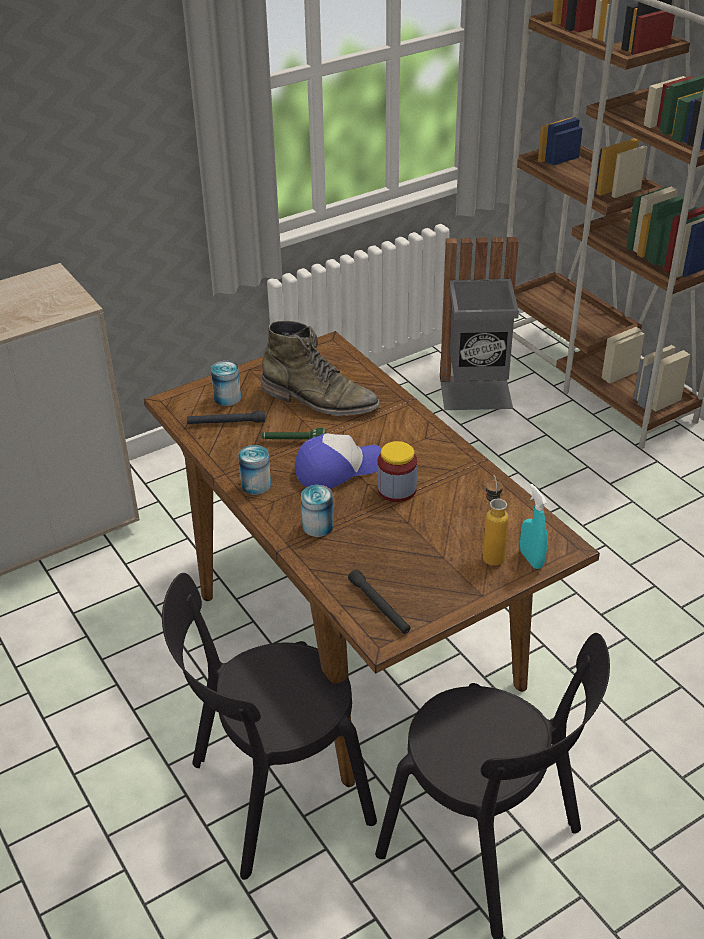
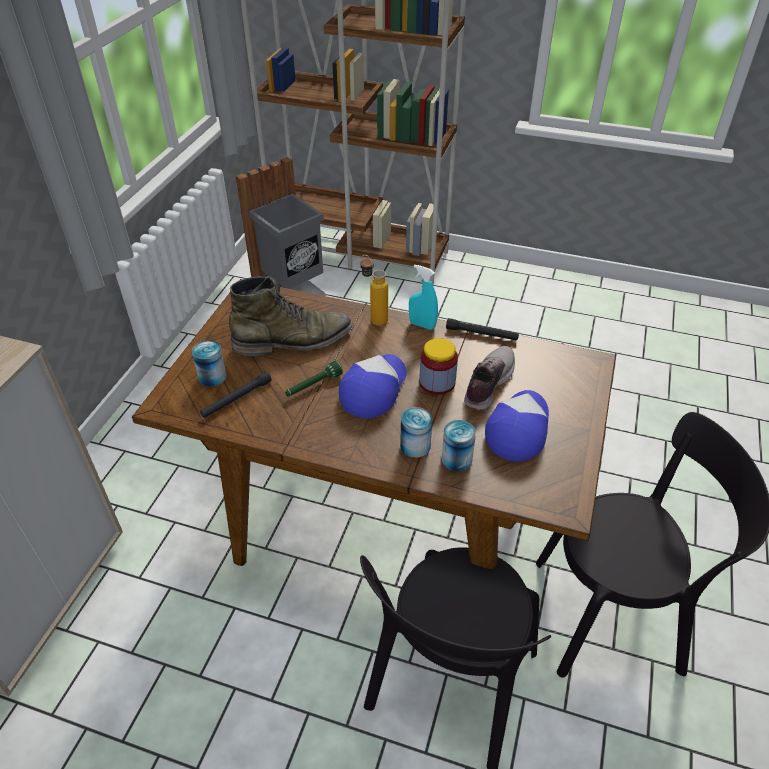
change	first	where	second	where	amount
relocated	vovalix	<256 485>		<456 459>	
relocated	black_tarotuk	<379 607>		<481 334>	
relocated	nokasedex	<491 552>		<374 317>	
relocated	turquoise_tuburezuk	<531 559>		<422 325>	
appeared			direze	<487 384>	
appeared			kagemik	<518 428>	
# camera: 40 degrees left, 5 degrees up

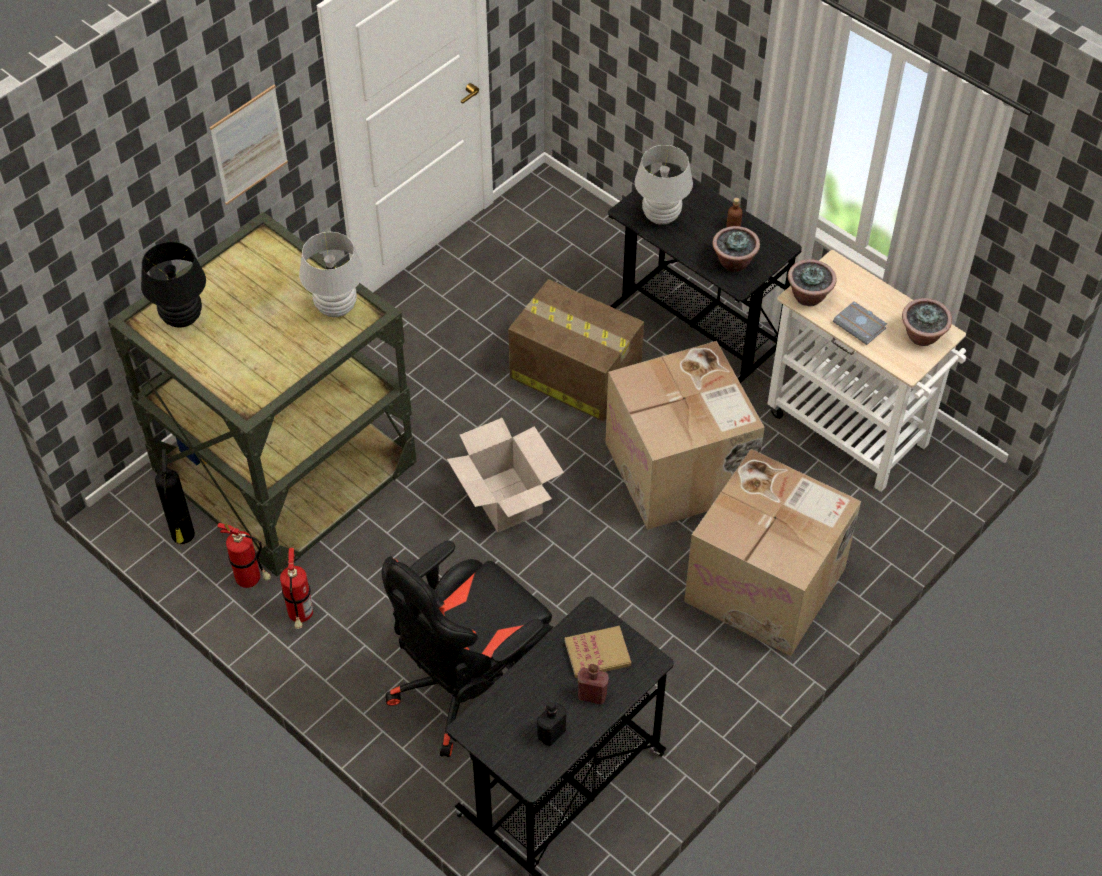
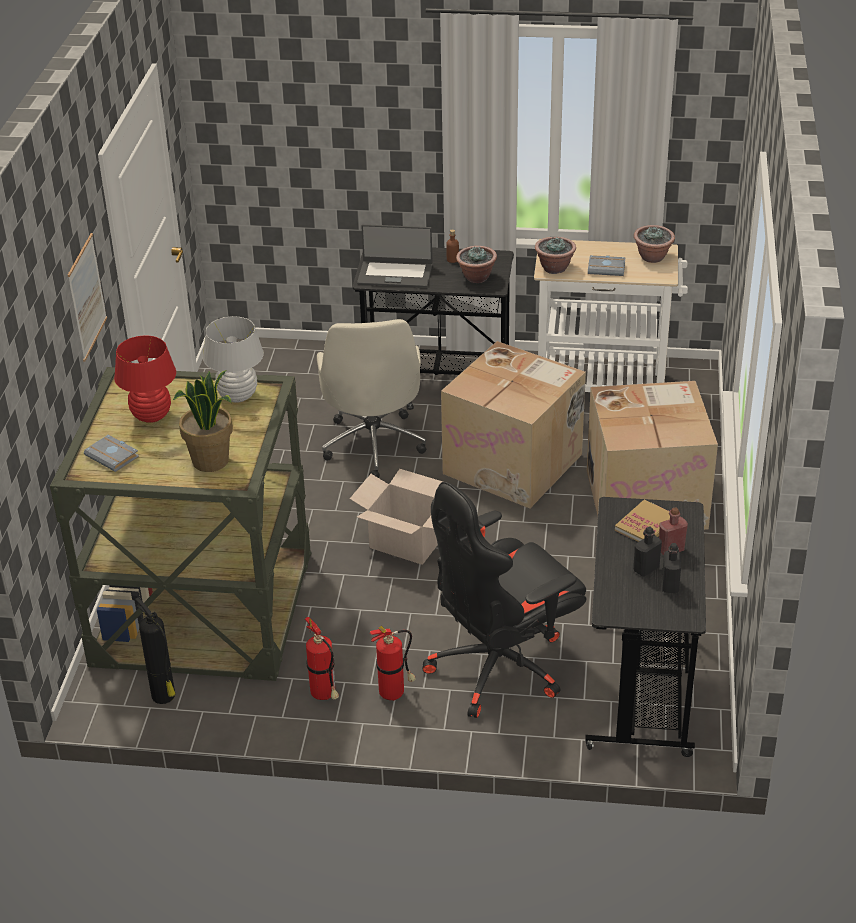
change	first	where	second	where	amount
exchanged	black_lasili	<182 318>	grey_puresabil	<114 456>	
relocated	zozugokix	<251 580>		<394 693>	
spun	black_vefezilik	<473 682>		<506 663>	45 degrees clockwise
exchanged	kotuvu	<573 373>	beige_vefezilik	<373 445>	
exchanged	white_lasili	<661 216>	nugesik	<395 274>	
appeared			red_lasili	<152 416>	
appeared			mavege	<211 461>	
appeared			black_nokasedex	<646 569>	
# camera: 35 degrees left, 15 degrees down

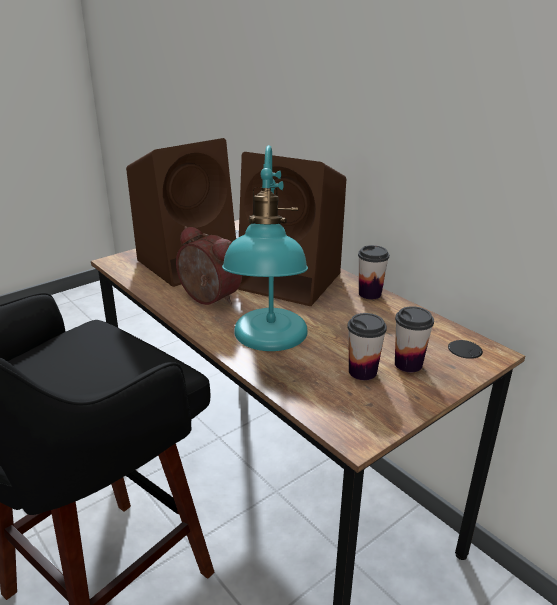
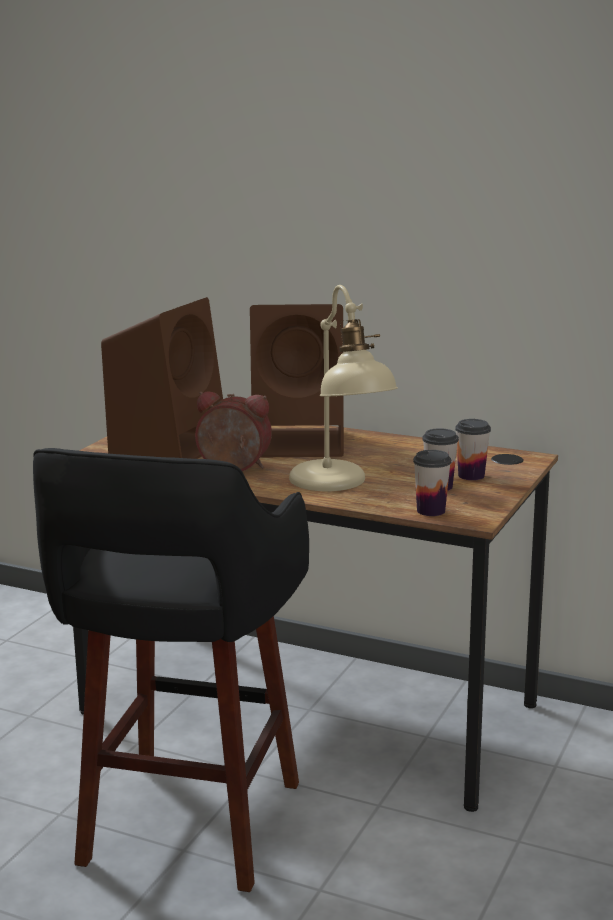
change	first	where	second	where	amount
colour	turquoise_lasili	<269 349>	beige_lasili	<342 489>	
relocated	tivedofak	<370 294>		<431 511>	
# camera: 25 degrees left, 10 degrees down

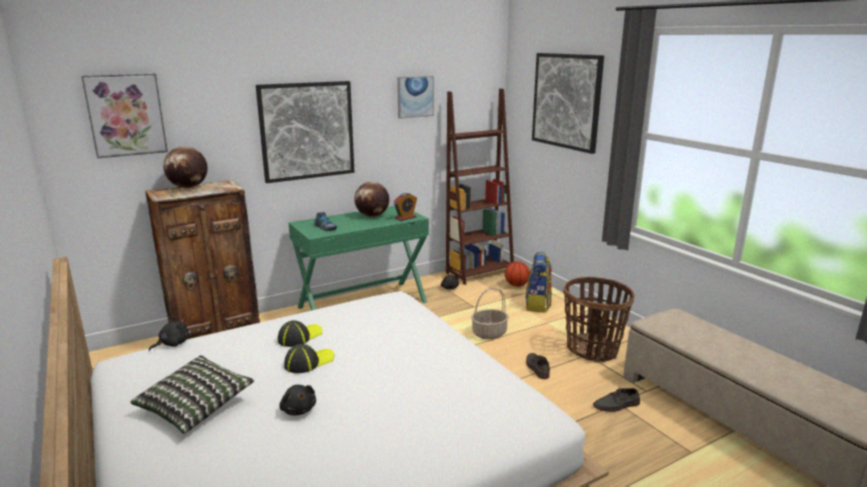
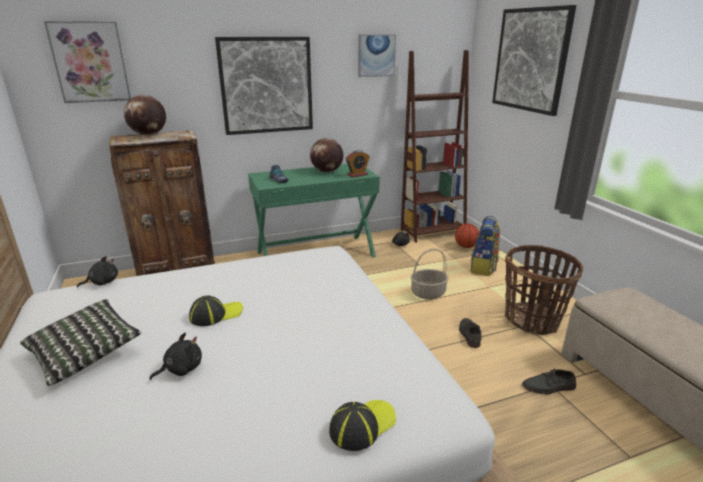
change	first	where	second	where	amount
relocated	kagemik	<299 336>		<362 425>	
spun	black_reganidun	<298 409>		<181 369>	105 degrees counterclockwise
# camera: 10 degrees right, 5 degrees up

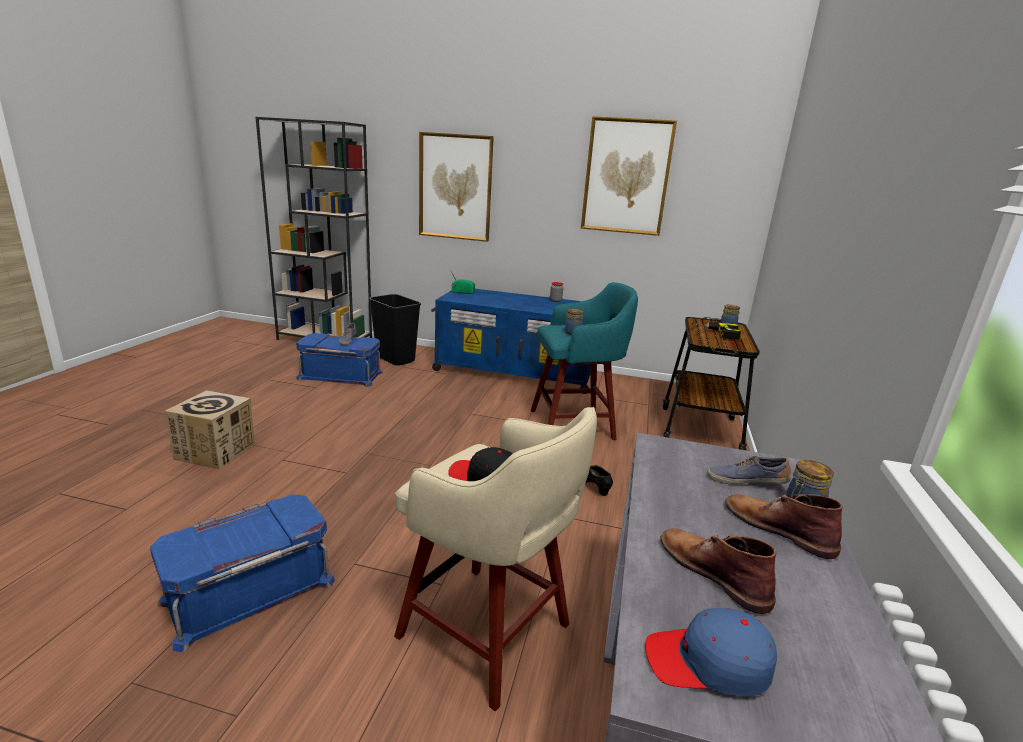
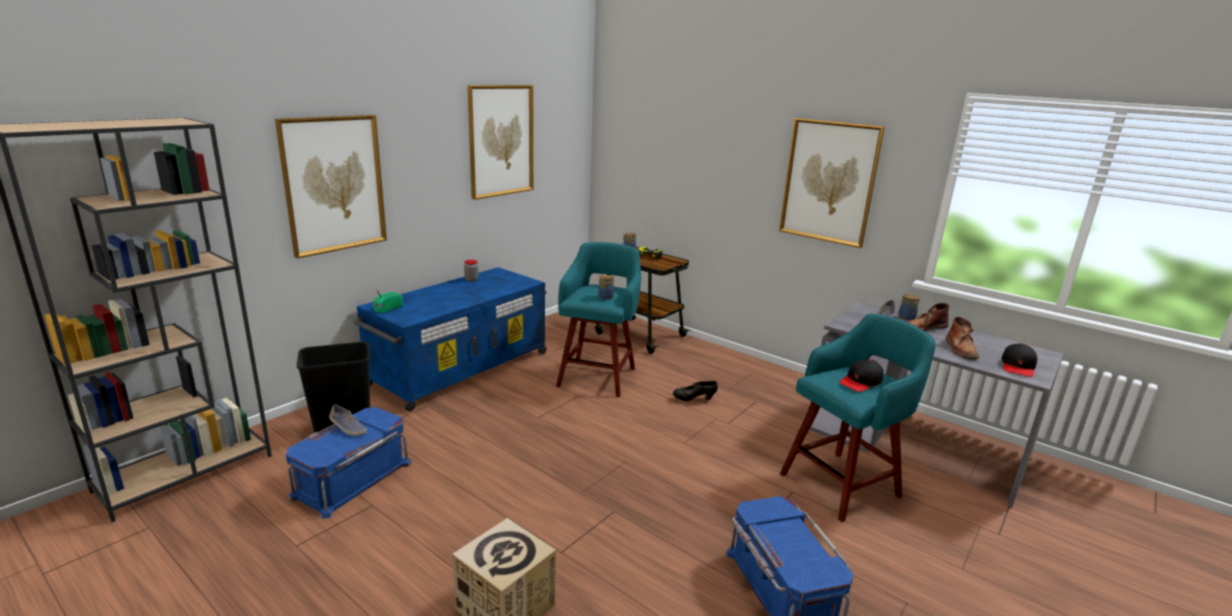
change	first	where	second	where	amount
colour	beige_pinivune	<488 634>	turquoise_pinivune	<842 484>	
colour	blue_kagemik	<708 663>	black_kagemik	<1018 367>	
spun	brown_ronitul	<712 571>		<960 349>	75 degrees counterclockwise
appeared			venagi	<829 182>	
# camera: 65 degrees left, 0 degrees up

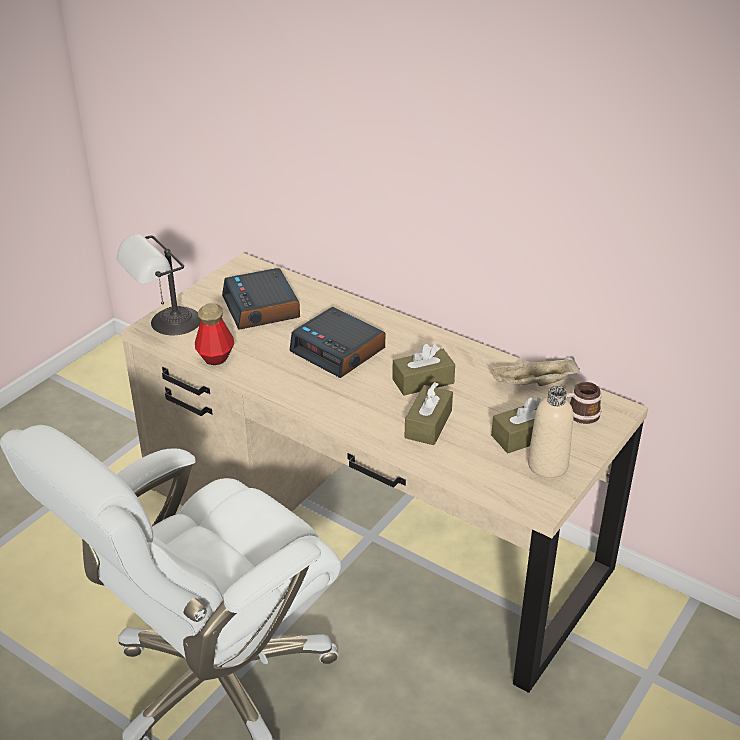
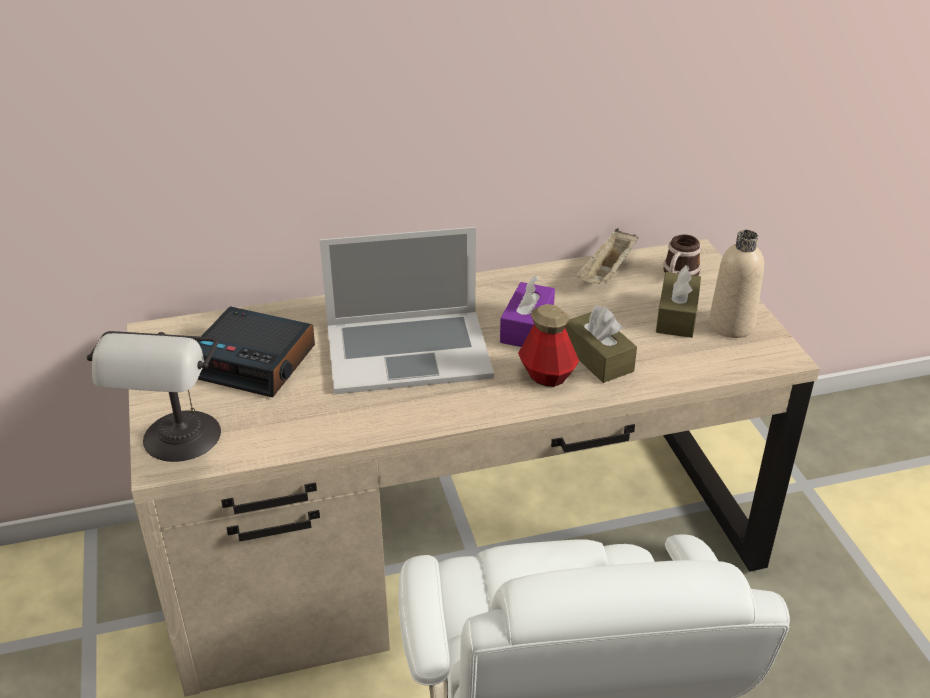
change	first	where	second	where	amount
relocated	nokasedex	<215 357>		<547 375>	
exchanged	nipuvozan	<339 350>	nugesik	<408 350>	
colour	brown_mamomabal	<423 381>	purple_mamomabal	<527 327>	
# camera: 50 degrees left, 0 degrees up

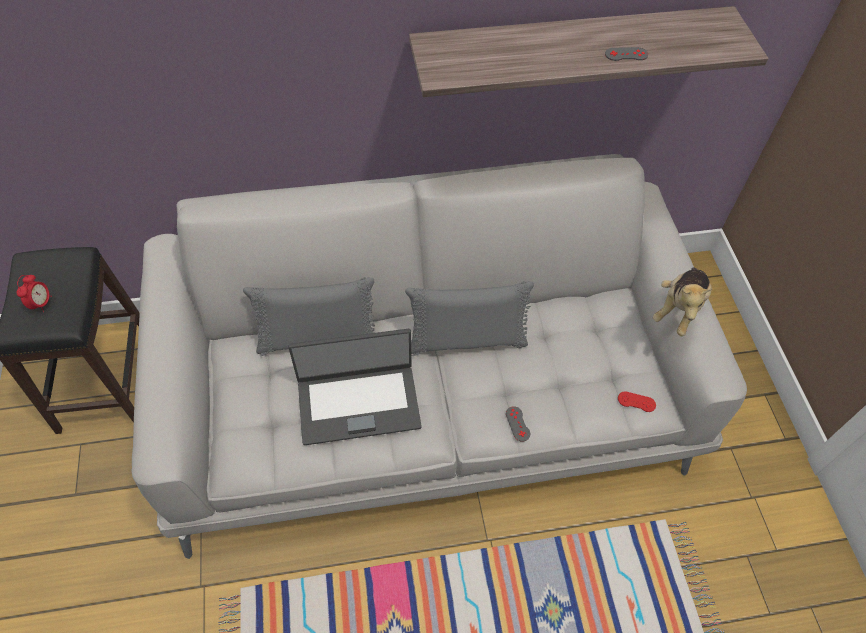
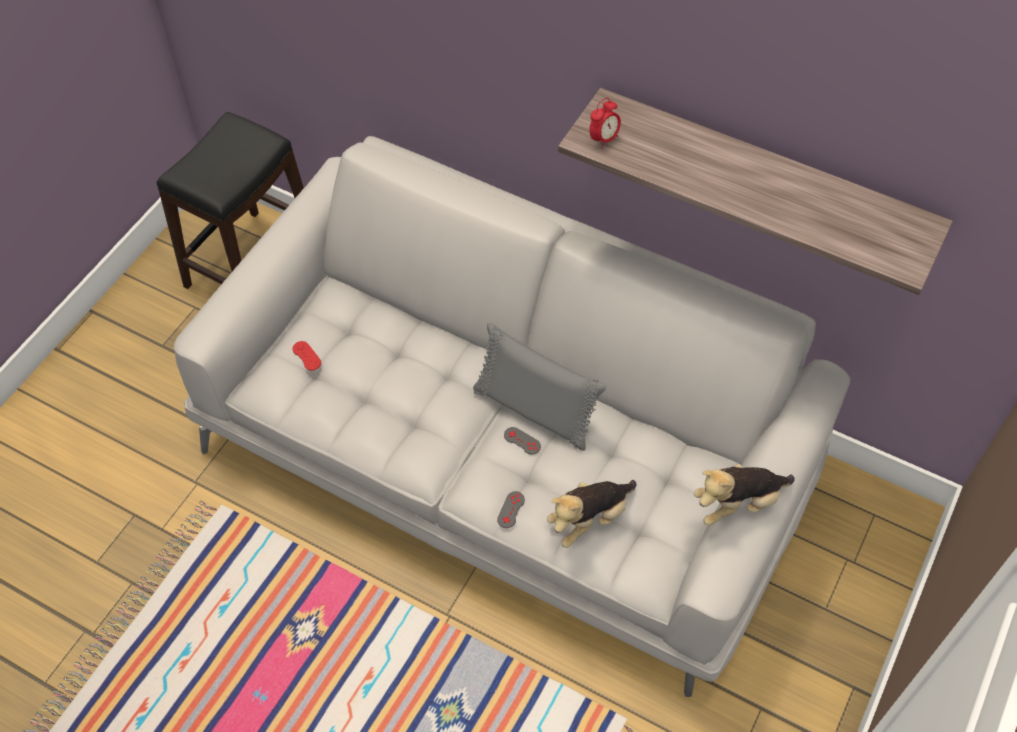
change	first	where	second	where	amount
relocated	nipuvozan	<41 303>		<603 139>	
missing	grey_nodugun	<317 337>			
missing	nugesik	<358 403>			
relocated	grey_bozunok	<626 54>		<522 441>	
relocated	red_bozunok	<636 402>		<306 356>	
appeared			reganidun	<589 519>	
# camera: 40 degrees right, 0 degrees up

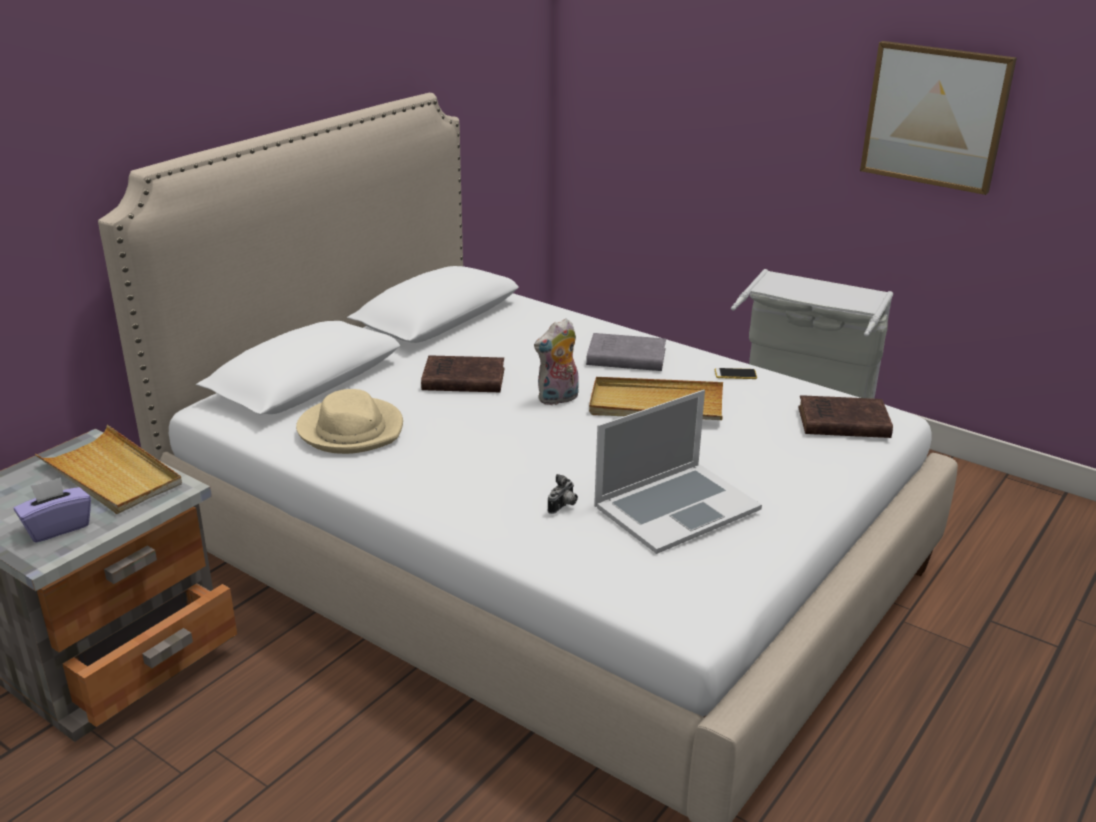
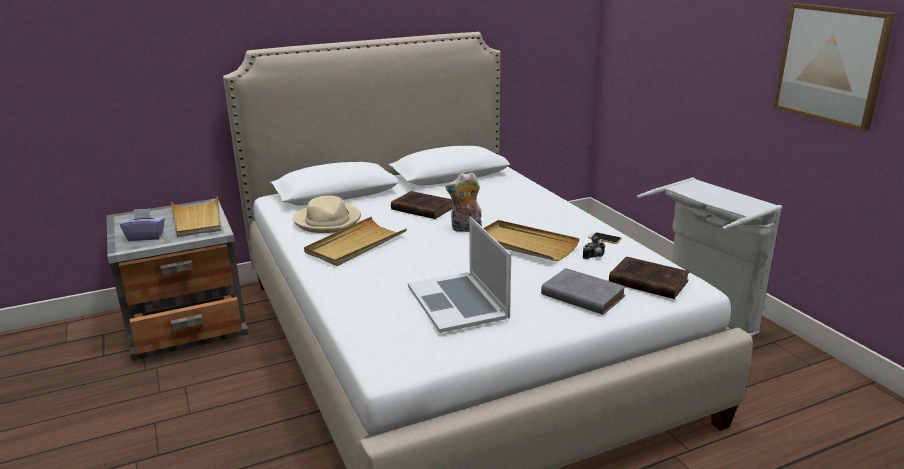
change	first	where	second	where	amount
relocated	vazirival	<563 506>		<595 257>	
relocated	grey_puresabil	<624 357>		<581 295>	
spun	nugesik	<676 507>		<458 301>	75 degrees clockwise
appeared			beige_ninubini	<355 245>	
# camera: 30 degrees right, 5 degrees down

